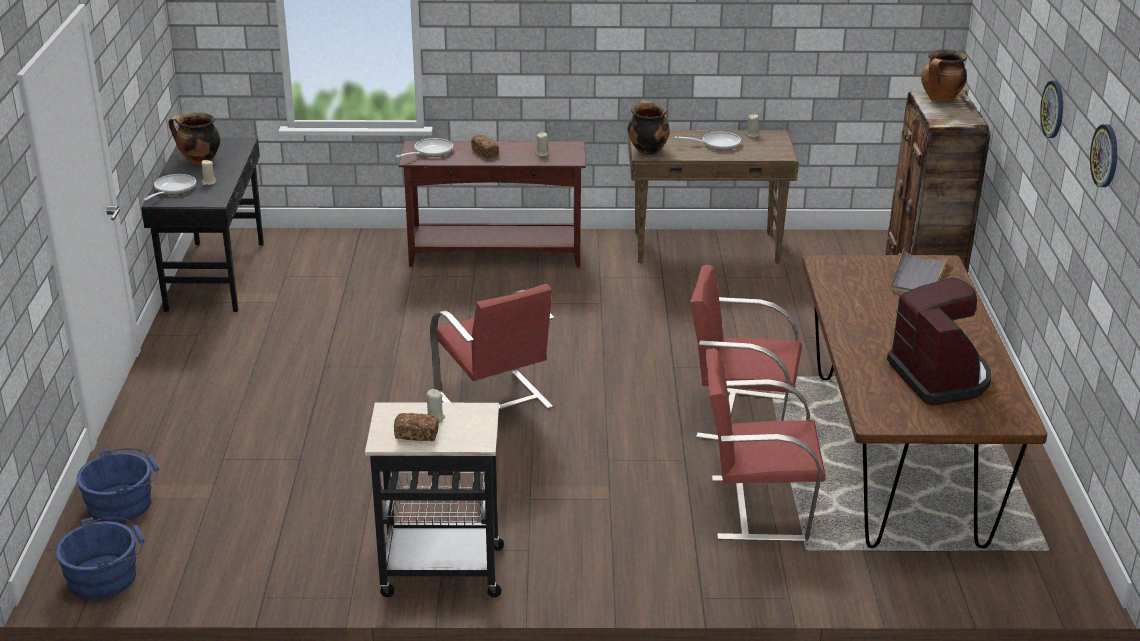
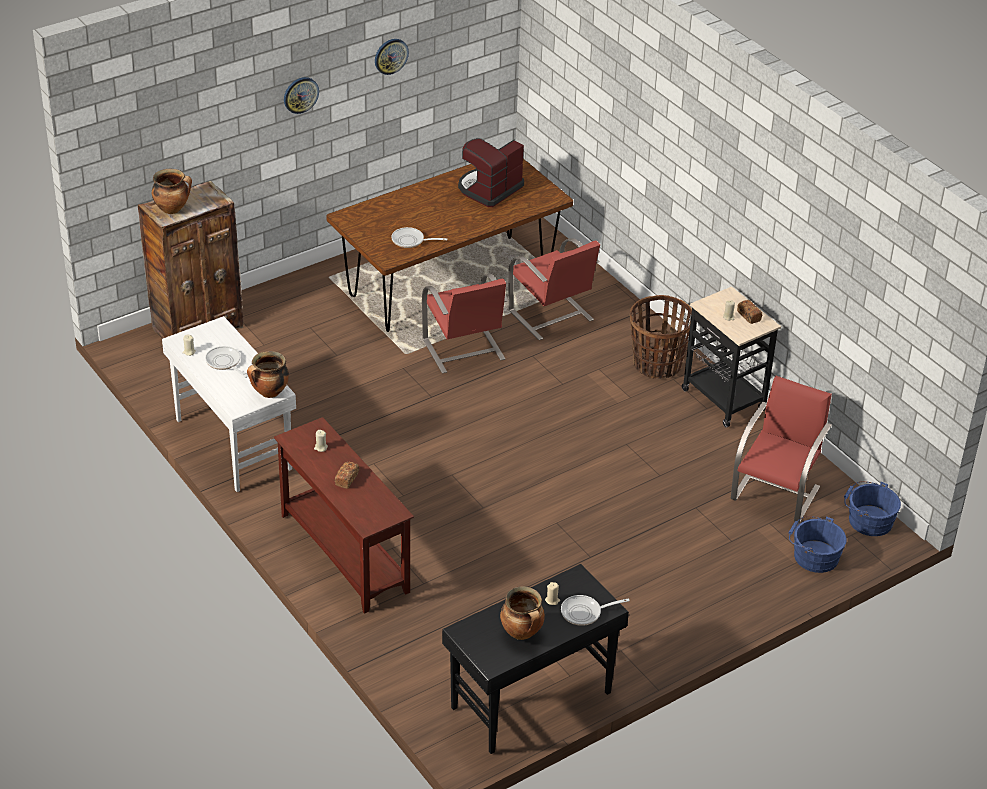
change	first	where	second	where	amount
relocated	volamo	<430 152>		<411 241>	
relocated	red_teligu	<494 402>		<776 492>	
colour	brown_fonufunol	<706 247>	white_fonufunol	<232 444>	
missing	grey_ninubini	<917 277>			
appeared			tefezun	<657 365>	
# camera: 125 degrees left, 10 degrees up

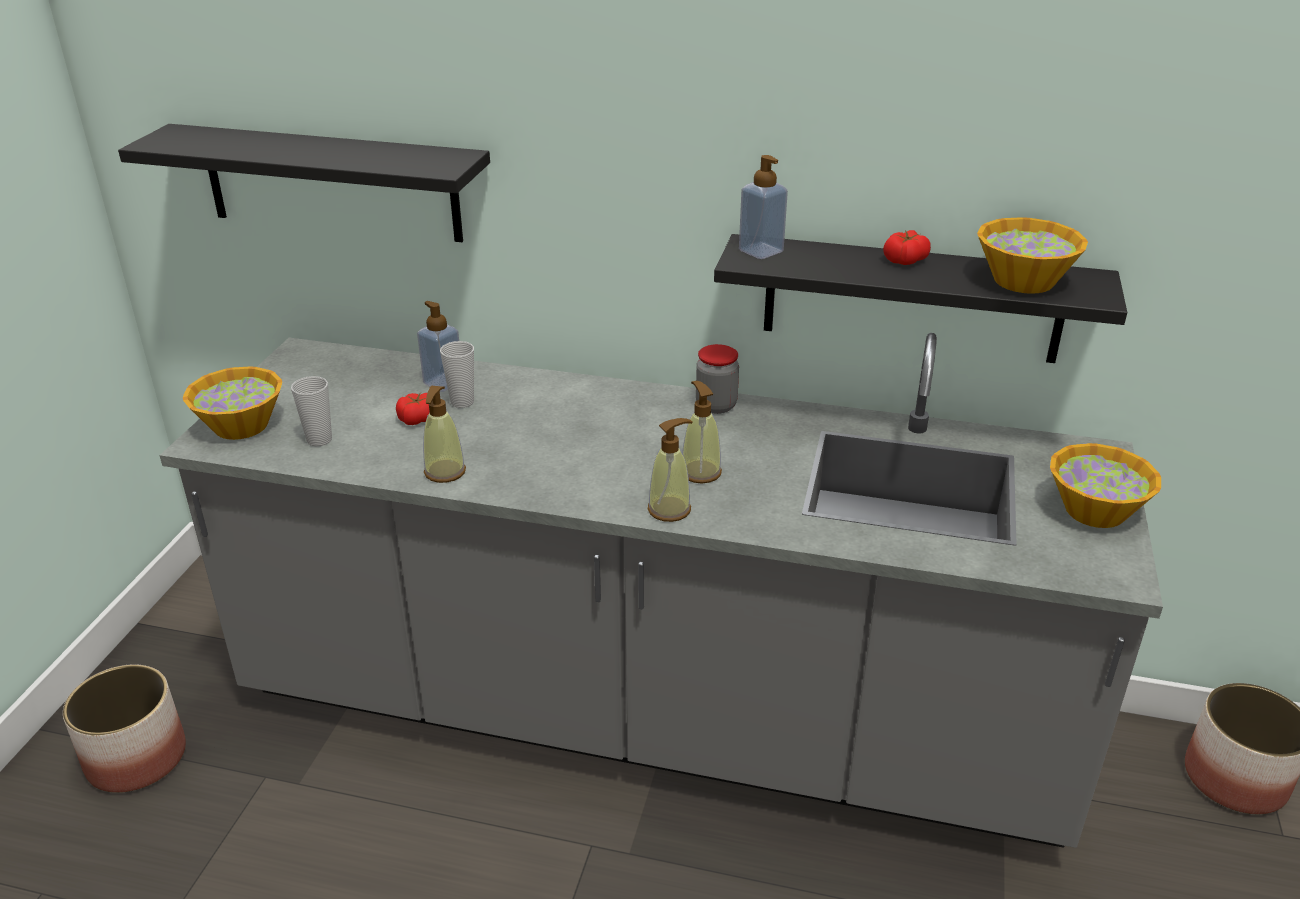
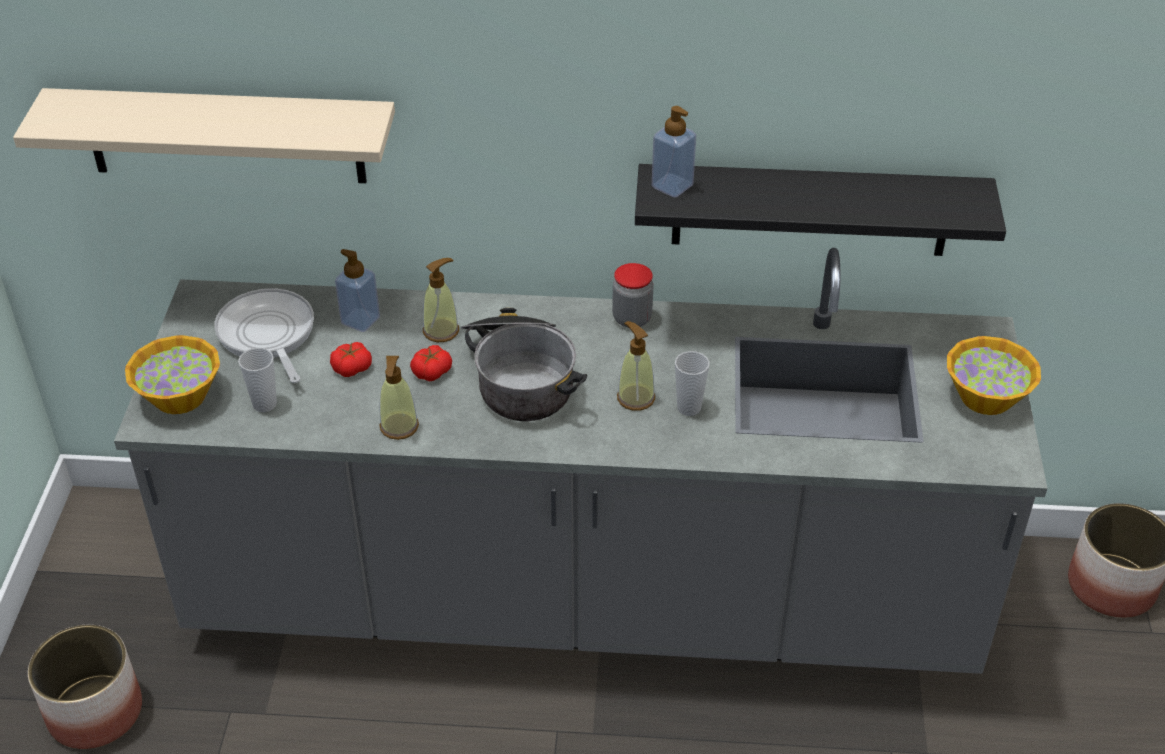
change	first	where	second	where	amount
colour	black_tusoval	<331 183>	beige_tusoval	<224 136>	
relocated	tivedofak	<462 402>		<689 408>	
relocated	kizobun	<669 509>		<441 331>	
relocated	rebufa	<905 260>		<431 371>	
missing	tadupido	<1024 281>			
appeared			volamo	<268 335>	
appeared			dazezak	<520 378>	
# camera: 10 degrees left, 10 degrees up

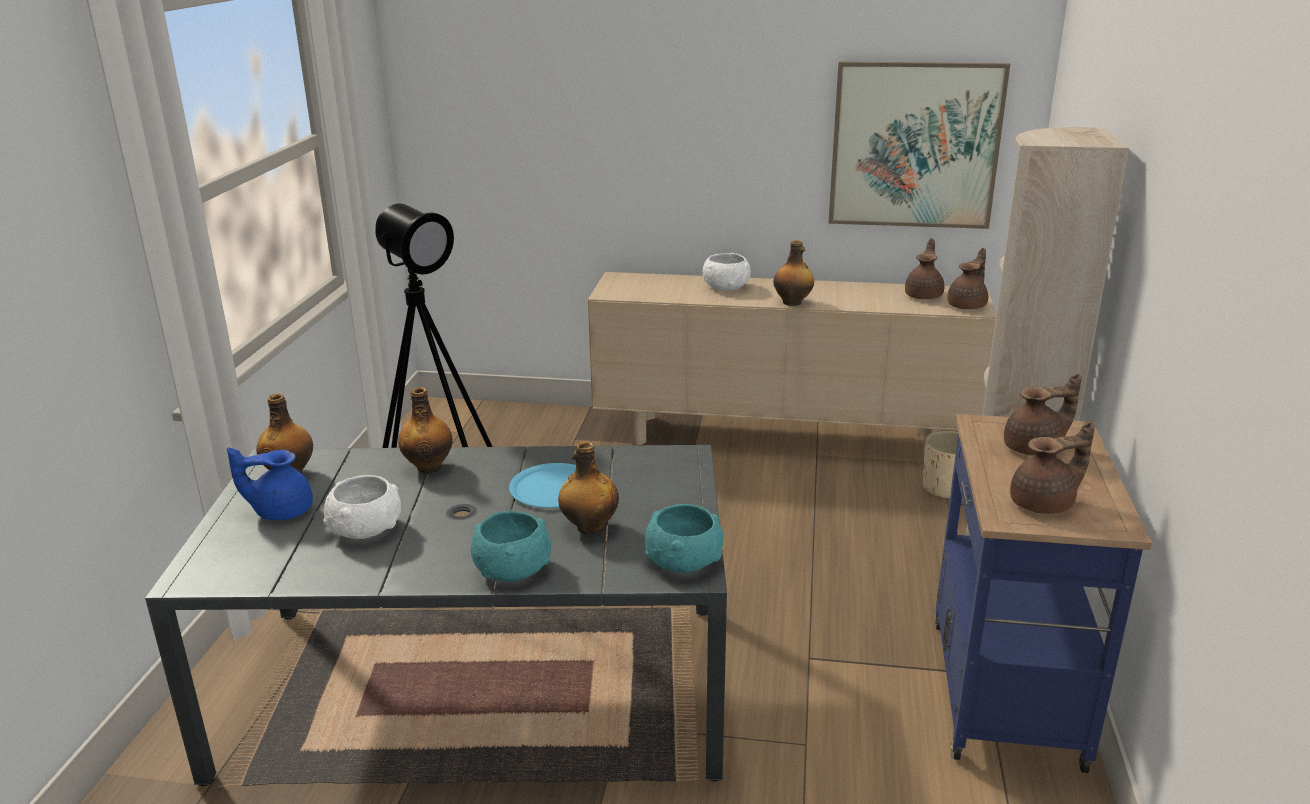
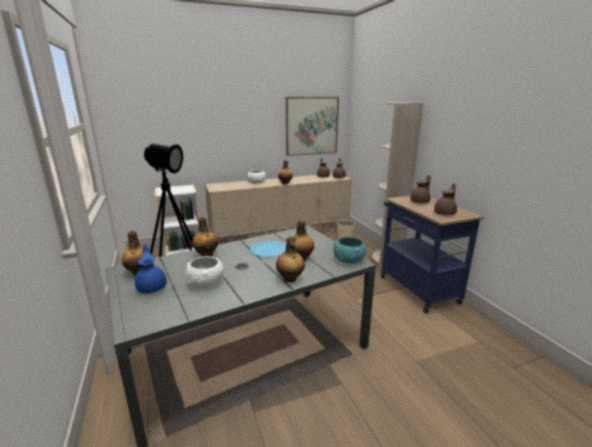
change	first	where	second	where	amount
spun	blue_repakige	<281 511>		<152 287>	105 degrees clockwise
exchanged	turquoise_tadupido	<512 569>	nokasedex	<290 279>	
appeared			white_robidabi	<183 249>	
# camera: 30 degrees left, 5 degrees down

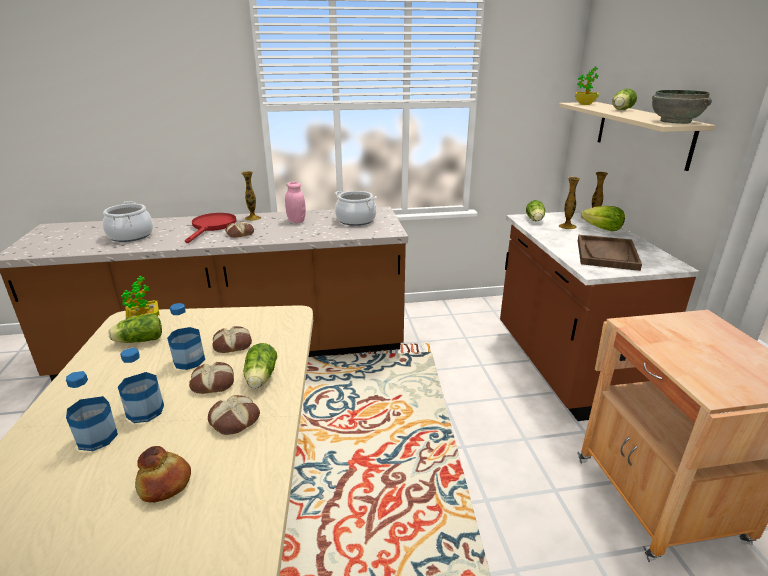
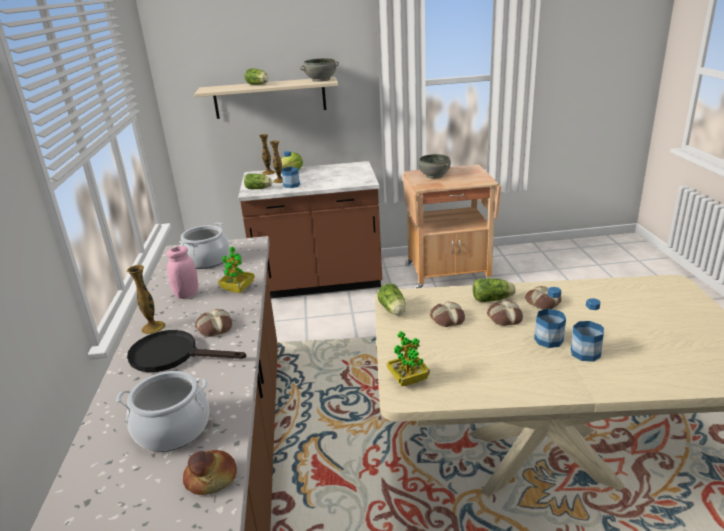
change	first	where	second	where	amount
relocated	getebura	<138 341>		<393 310>	
relocated	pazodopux	<164 484>		<211 479>	
relocated	nokasedex	<189 361>		<291 185>	
colour	red_volamo	<212 227>	black_volamo	<173 355>	
relocated	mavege	<585 104>		<238 289>	
missing	brown_ninubini	<607 254>			
appeared			grey_tadupido	<435 175>	
# camera: 85 degrees left, 0 degrees up

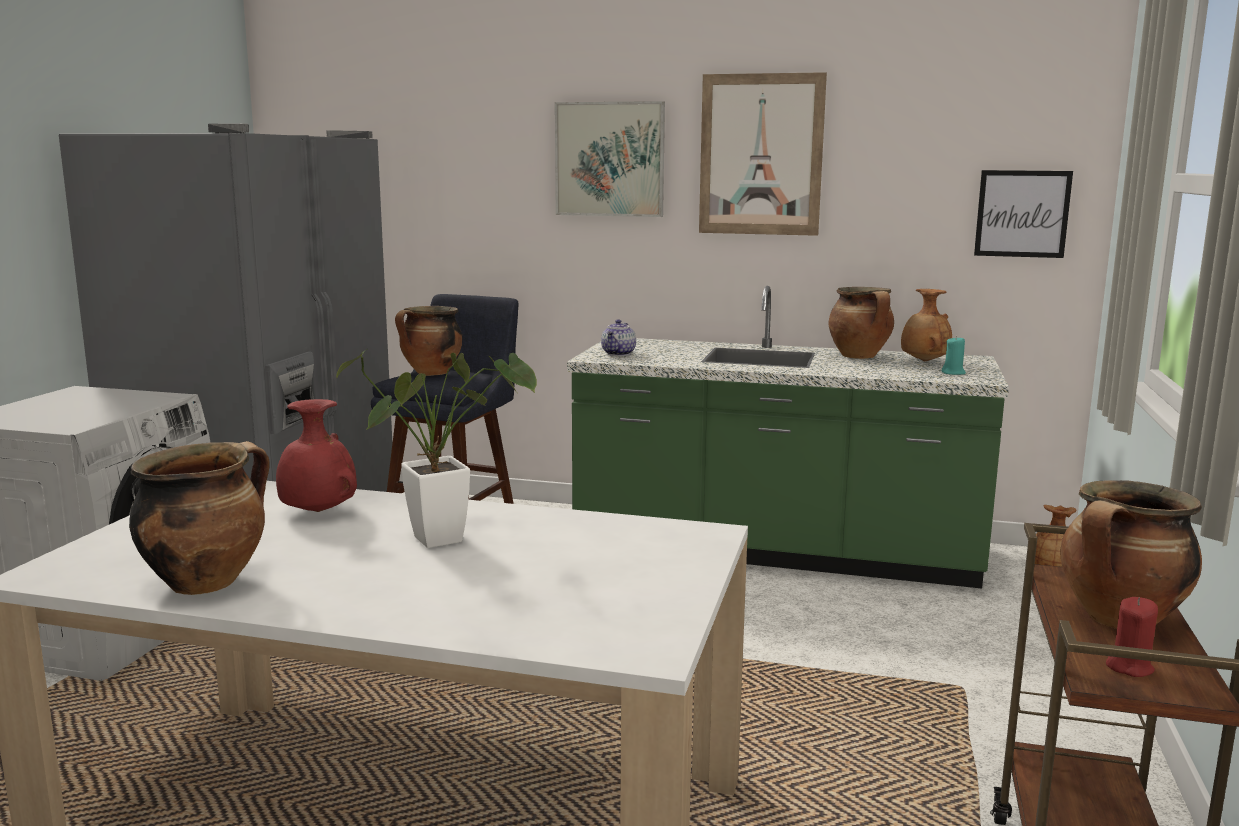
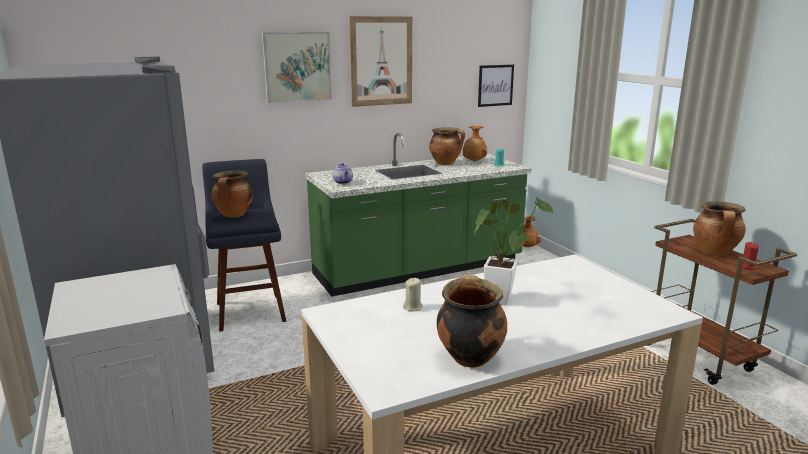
change	first	where	second	where	amount
exchanged	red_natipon	<317 512>	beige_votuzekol	<413 307>	
# camera: 40 degrees left, 5 degrees up

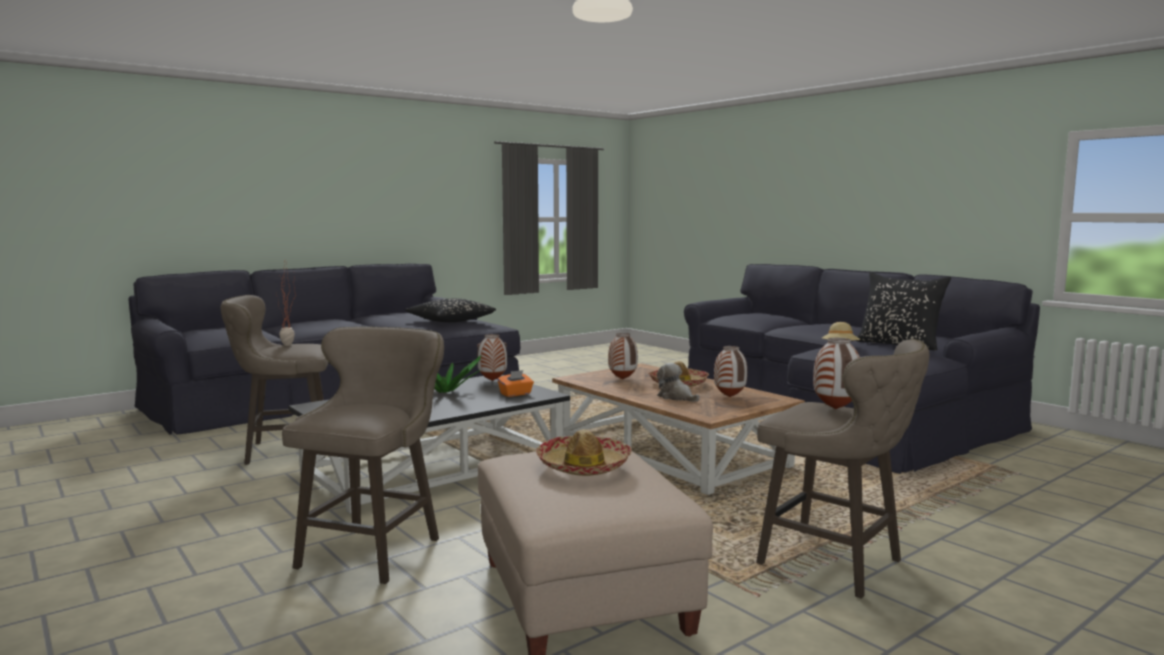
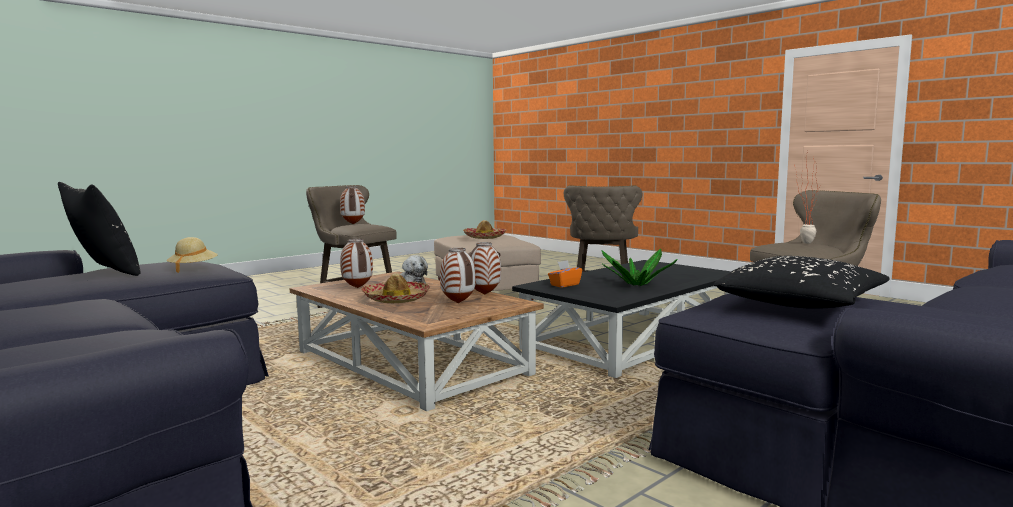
change	first	where	second	where	amount
relocated	natipon	<492 381>		<485 294>	
# camera: 175 degrees right, 0 degrees up

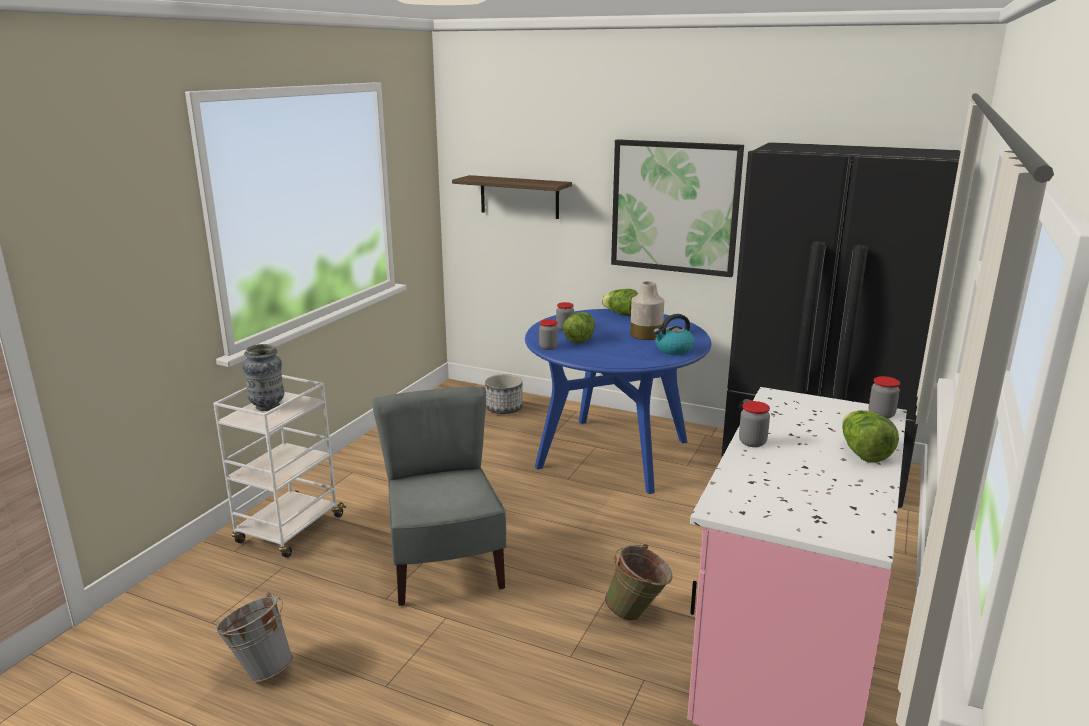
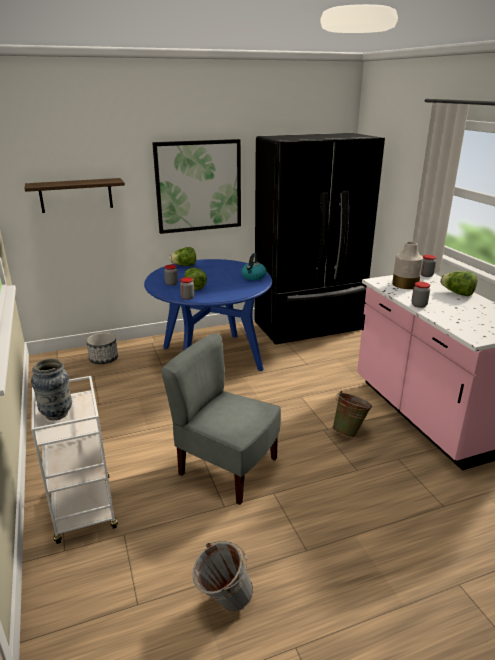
change	first	where	second	where	amount
relocated	beige_natipon	<645 334>		<405 284>	
# camera: 45 degrees left, 5 degrees up

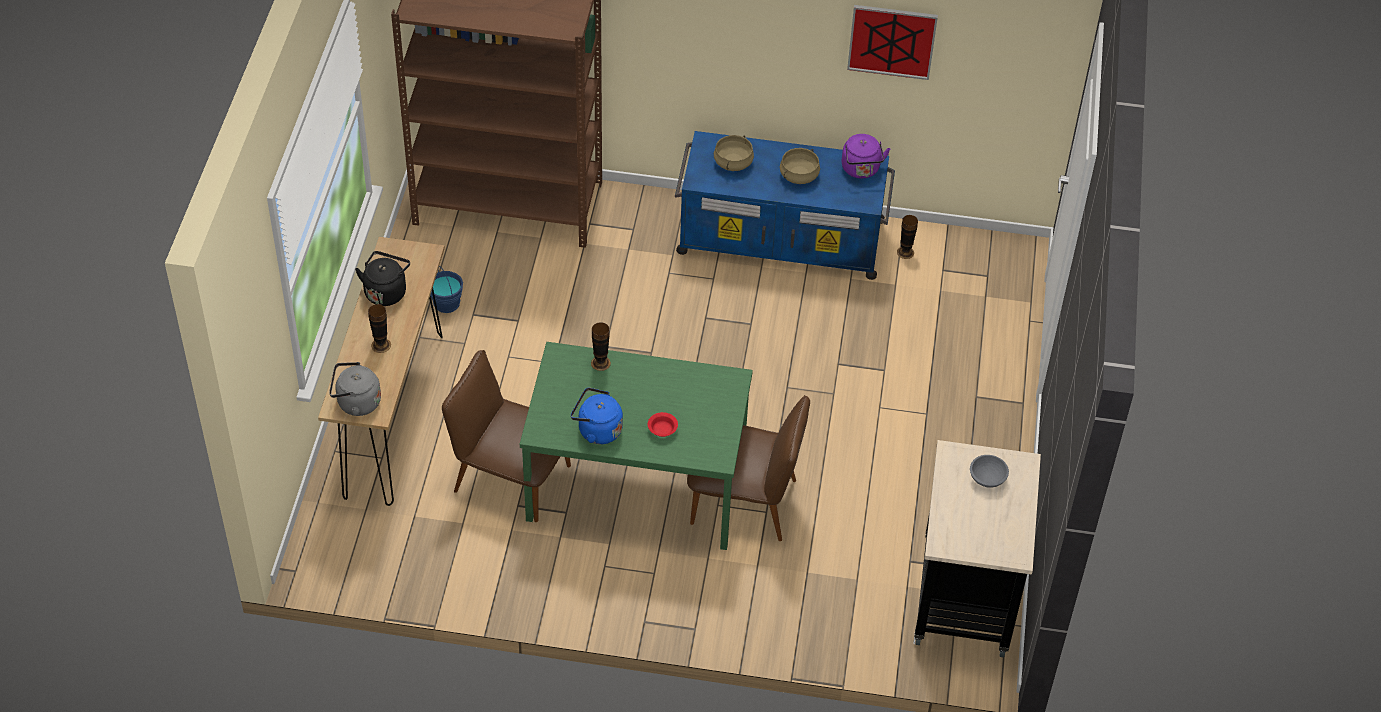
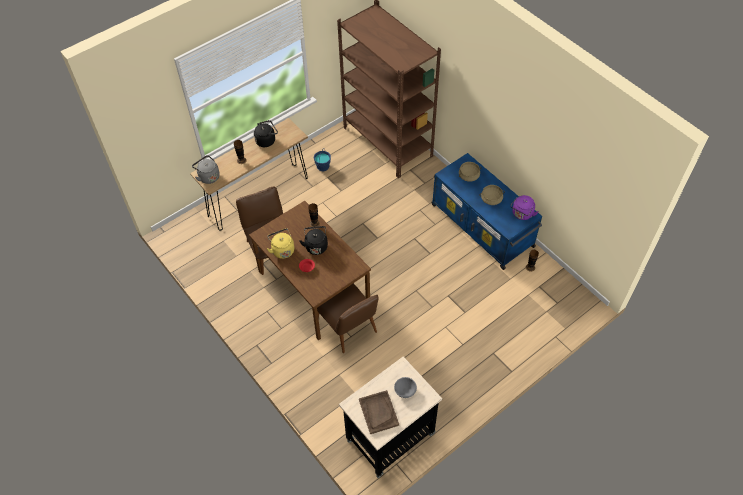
change	first	where	second	where	amount
colour	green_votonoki	<638 484>	brown_votonoki	<314 287>	
colour	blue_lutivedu	<597 430>	yellow_lutivedu	<282 250>	
missing	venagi	<892 41>			
appeared			black_lutivedu	<316 246>	
appeared			brown_ninubini	<378 412>	
# camera: 45 degrees right, 5 degrees up

